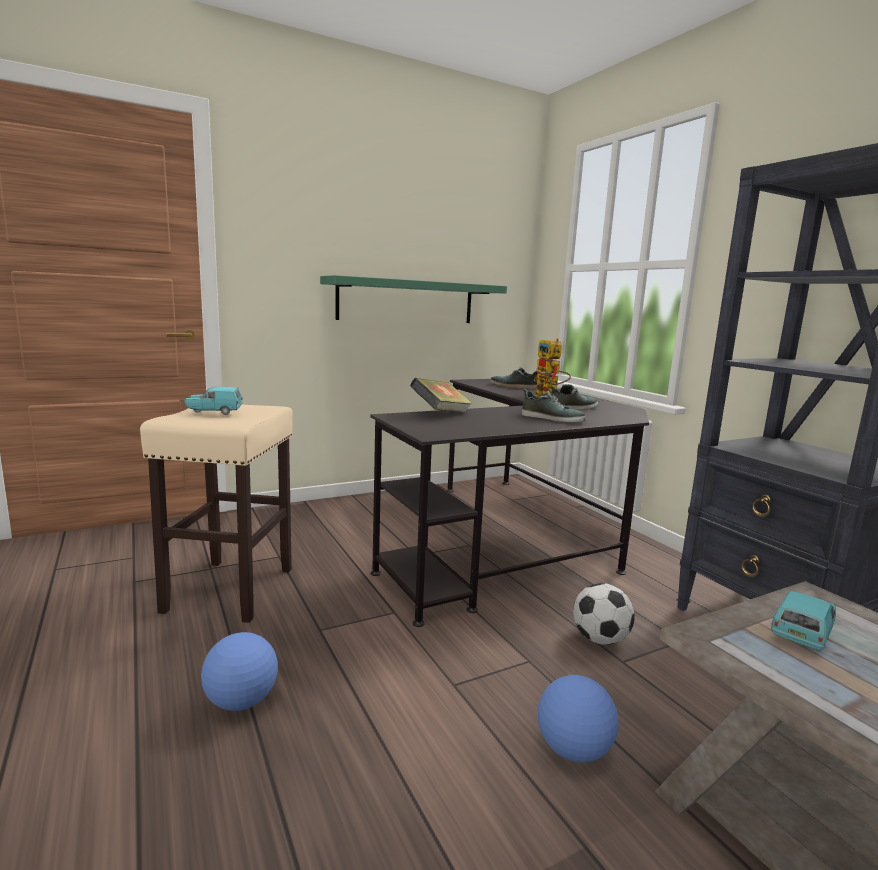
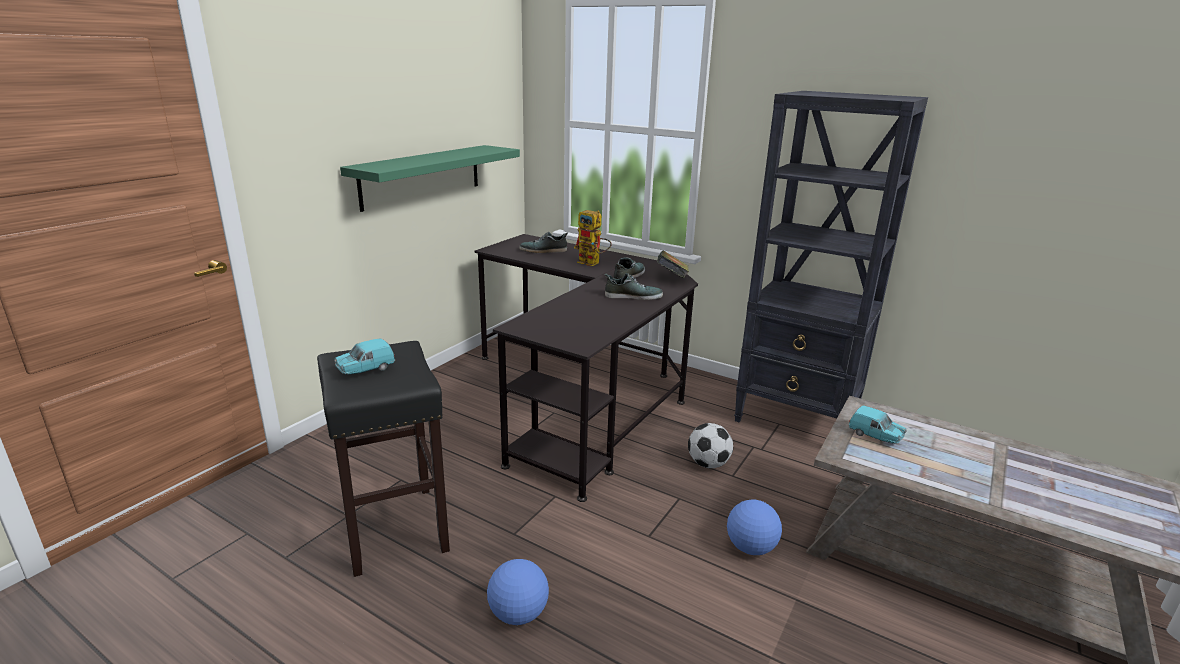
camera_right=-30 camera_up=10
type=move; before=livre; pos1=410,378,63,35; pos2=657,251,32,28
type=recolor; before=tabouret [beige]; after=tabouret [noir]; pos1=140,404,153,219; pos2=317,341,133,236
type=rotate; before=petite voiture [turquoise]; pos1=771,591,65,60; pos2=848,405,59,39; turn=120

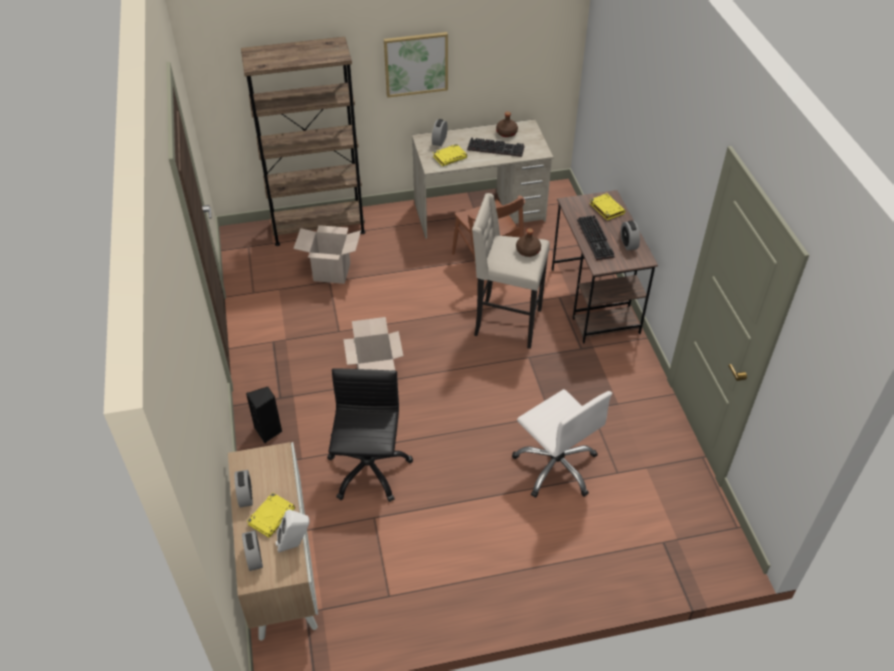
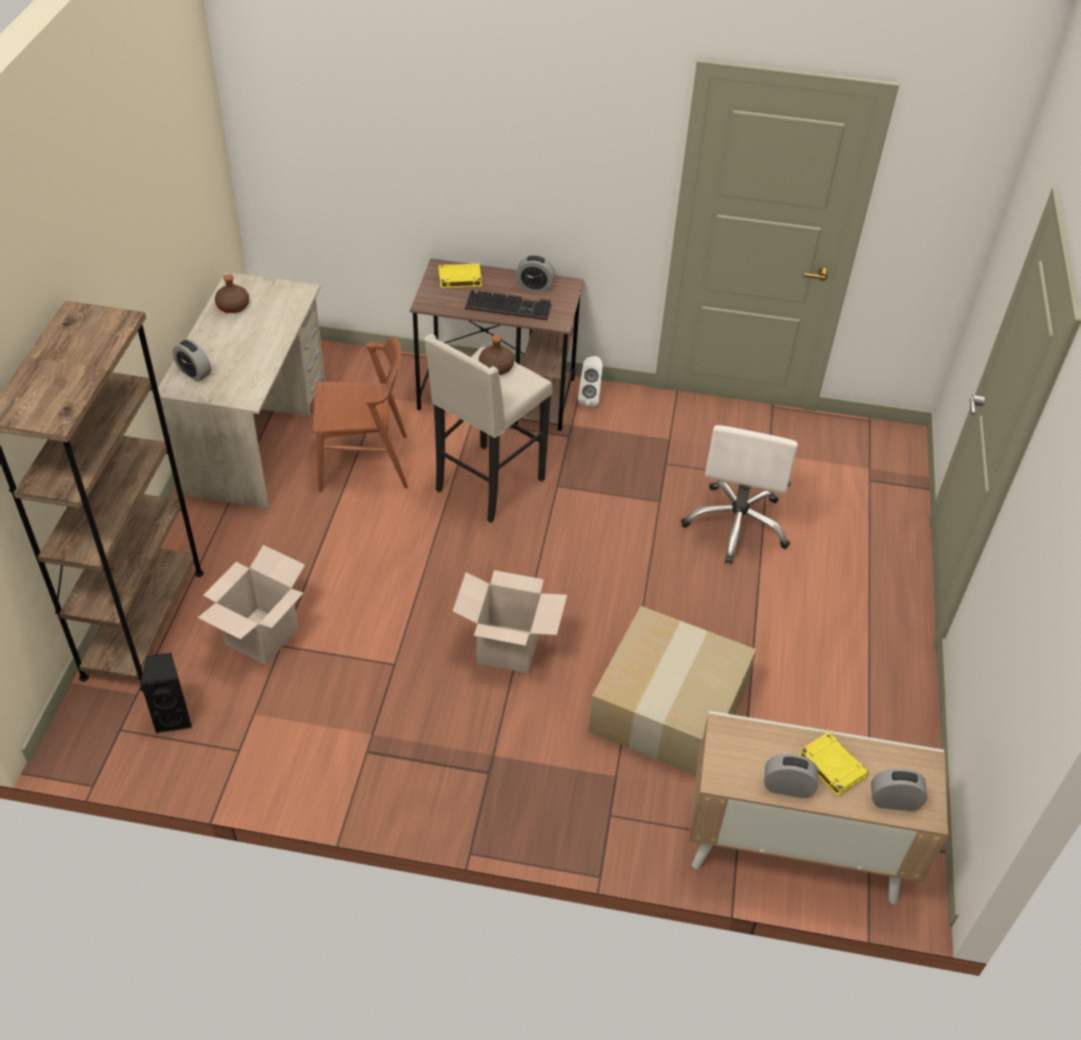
camera_right=-70 camera_up=0
type=delete; before=tableau; pos1=384,32,64,66
type=delete; before=clavier; pos1=467,137,58,20
type=delete; before=livre [jaune]; pos1=433,144,34,22
type=replace; before=chaise de bureau [noir]; after=carton; pos1=327,368,86,134; pos2=588,606,168,169
type=move; before=enceinte [noir]; pos1=246,387,36,56; pos2=140,653,52,80
type=rotate; before=chaise de bureau [blanc]; pos1=512,389,100,109; pos2=681,425,117,139; turn=120
type=move; before=enceinte [blanc]; pos1=276,509,34,44; pos2=578,356,25,51

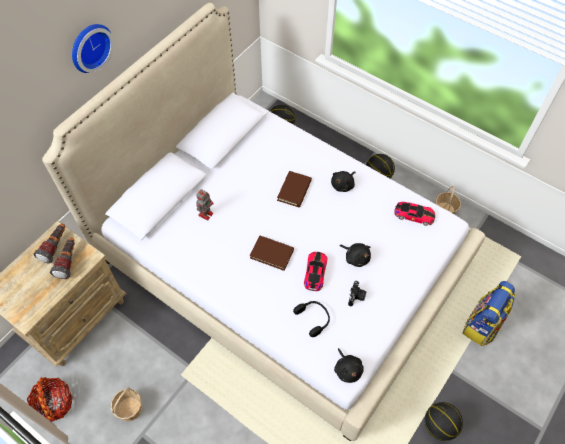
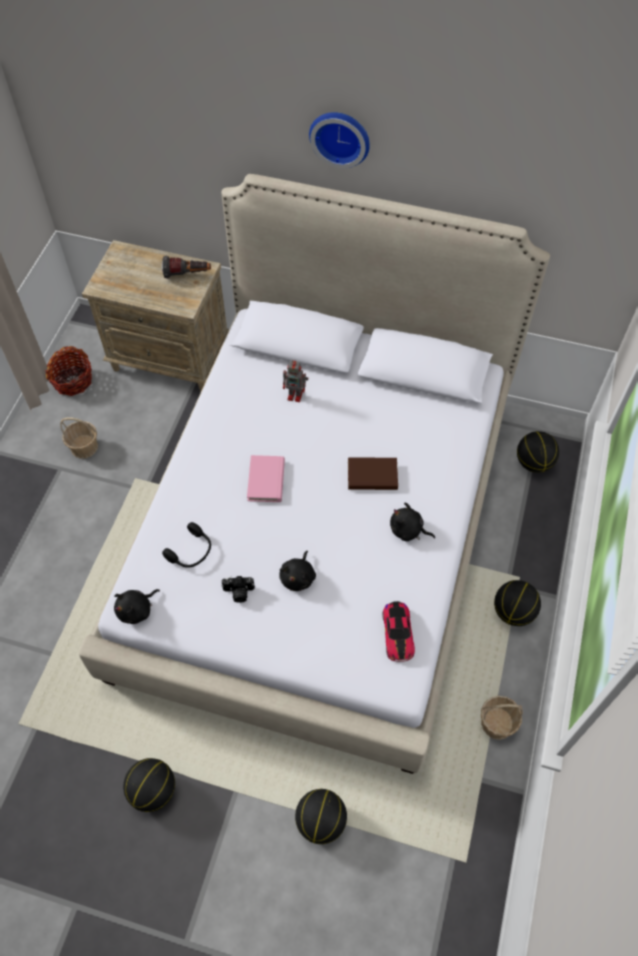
camera_right=70 camera_up=0
type=recolor; before=livre [marron]; after=livre [rose]; pos1=250,236,44,35; pos2=247,455,38,47
type=delete; before=lampe de poche; pos1=50,237,25,42
type=delete; before=petite voiture; pos1=304,252,24,39
type=replace; before=sac à dos; after=ballon de basket; pos1=463,281,52,65; pos2=295,789,52,55

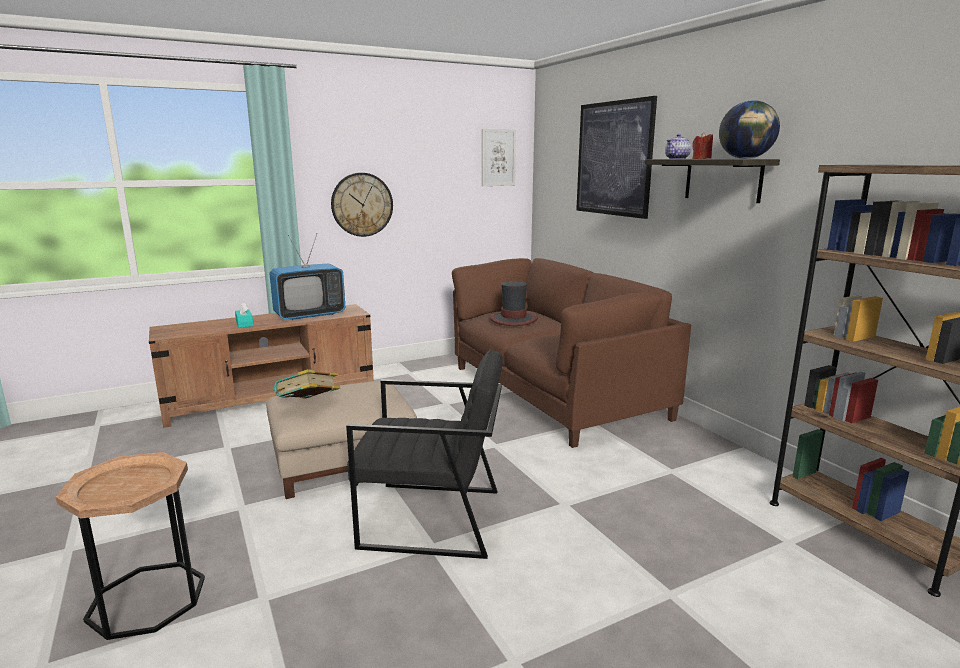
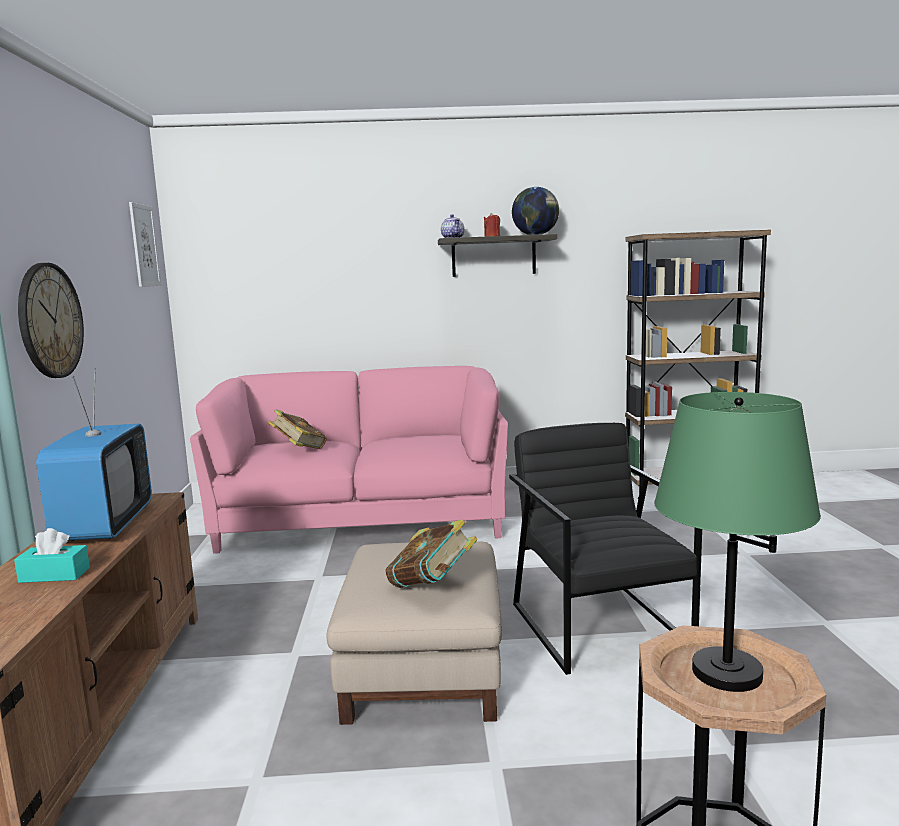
camera_right=-65 camera_up=-5
type=delete; before=tableau; pos1=576,96,81,123
type=recolor; before=canapé [marron]; after=canapé [rose]; pos1=452,258,239,190; pos2=190,366,318,188
type=replace; before=chapeau; after=livre; pos1=490,281,48,45; pos2=268,409,59,40
type=rotate; before=fauteuil [noir]; pos1=346,349,157,210; pos2=509,423,193,252; turn=-45
type=insert; after=lampe de table [vert]; pos2=654,392,167,300

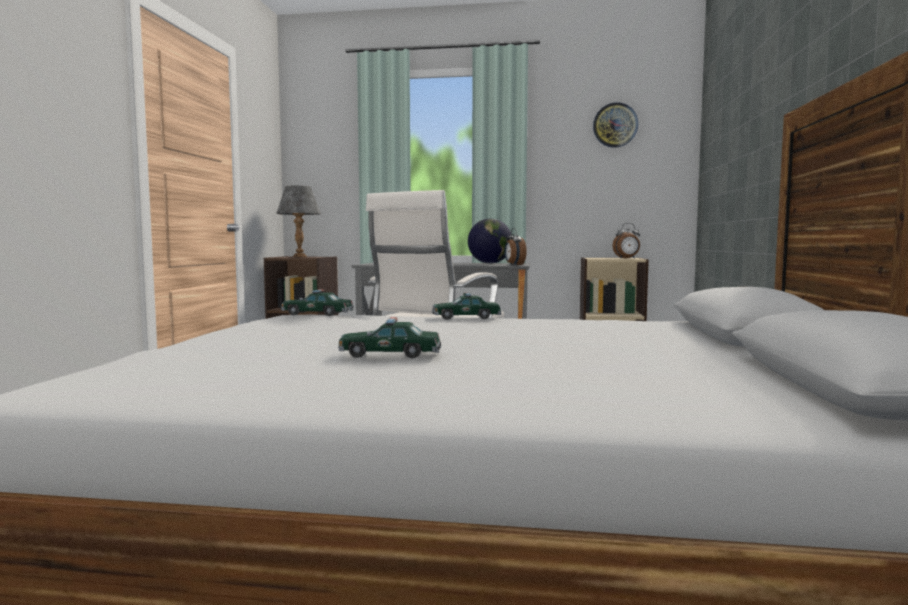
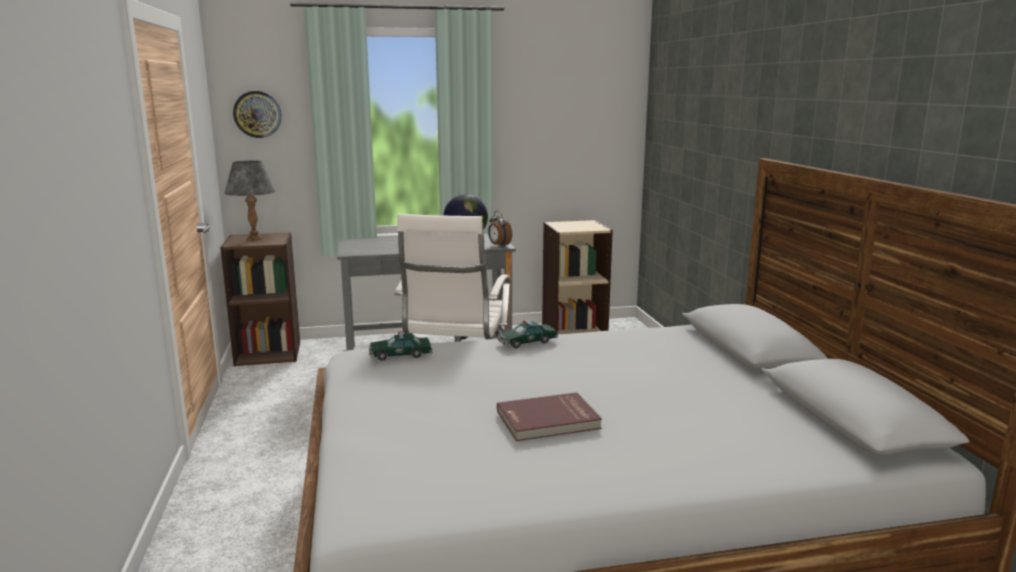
camera_right=-20 camera_up=10
type=move; before=horloge murale; pos1=593,102,45,46; pos2=233,91,49,47
type=delete; before=réveil; pos1=612,223,28,36
type=replace; before=petite voiture; after=livre [rouge]; pos1=338,317,103,41; pos2=497,392,105,49

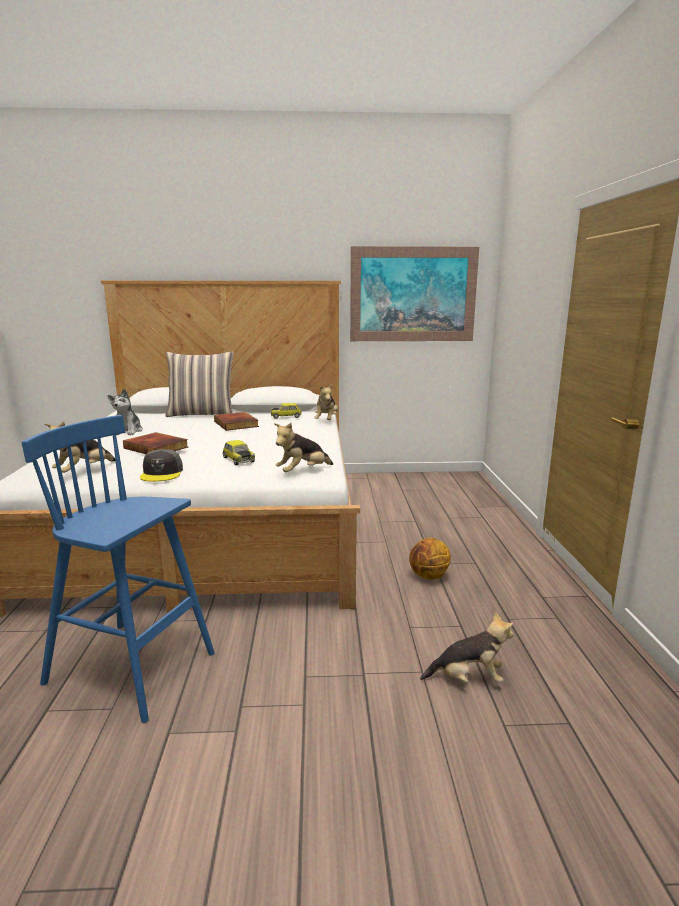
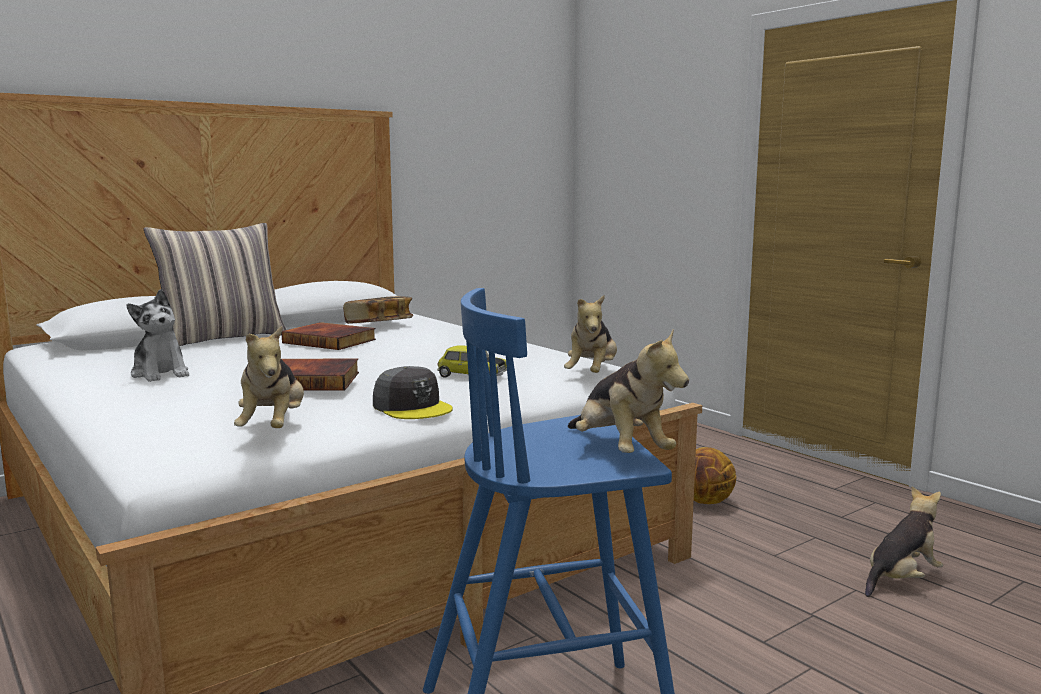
camera_right=-35 camera_up=-5
type=delete; before=tableau; pos1=350,246,129,95
type=move; before=peluche; pos1=314,384,24,36; pos2=568,329,121,124
type=replace; before=petite voiture; after=livre; pos1=270,403,32,16; pos2=343,296,70,28

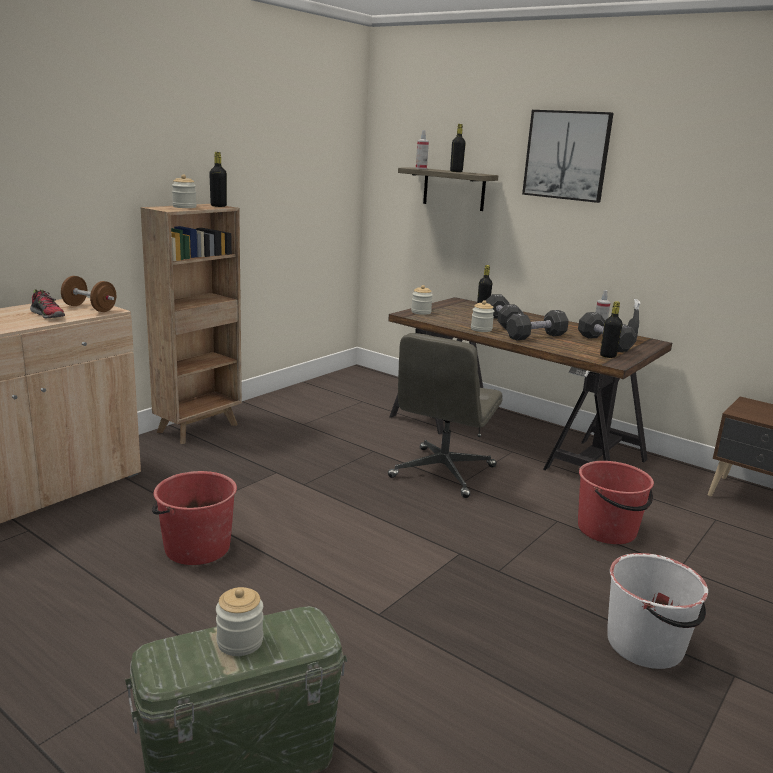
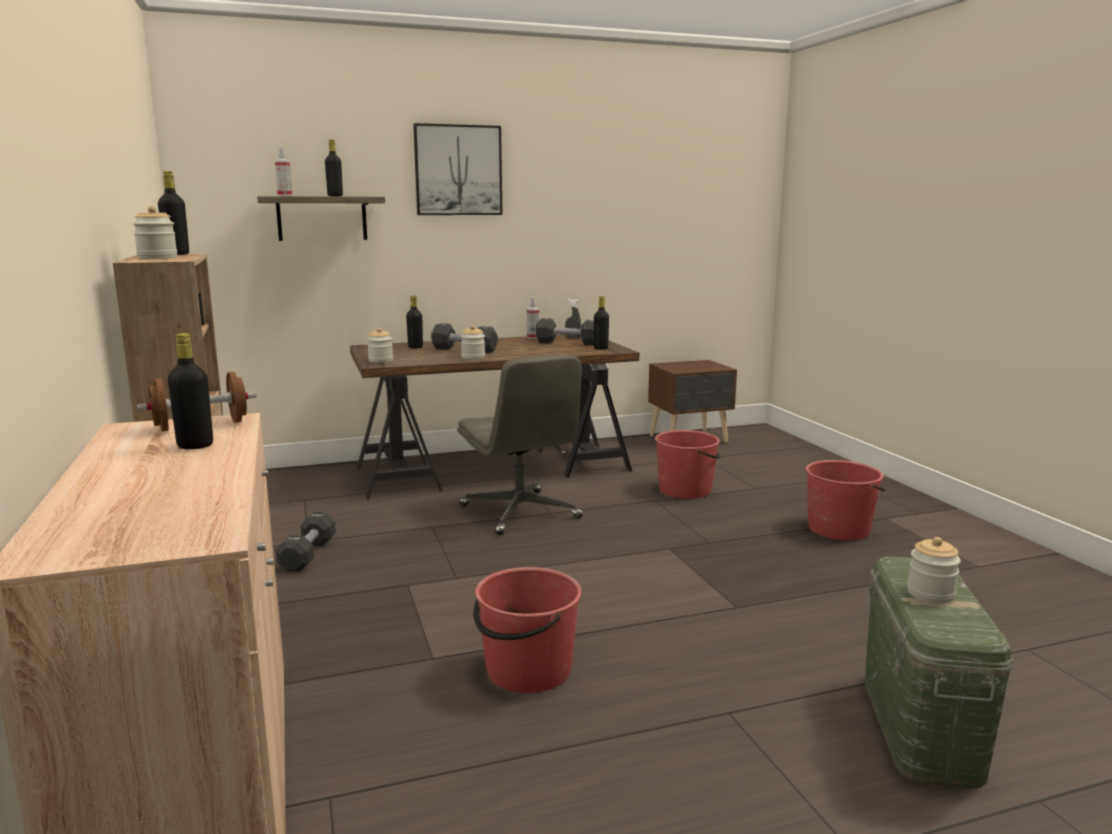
camera_right=-55 camera_up=-5
type=replace; before=chaussure; after=bouteille [noir]; pos1=30,289,35,30; pos2=168,333,45,116
type=move; before=haltère [noir]; pos1=506,310,63,30; pos2=276,512,60,60
type=recolor; before=seau [blanc]; after=seau [rouge]; pos1=607,553,101,116; pos2=805,460,80,80

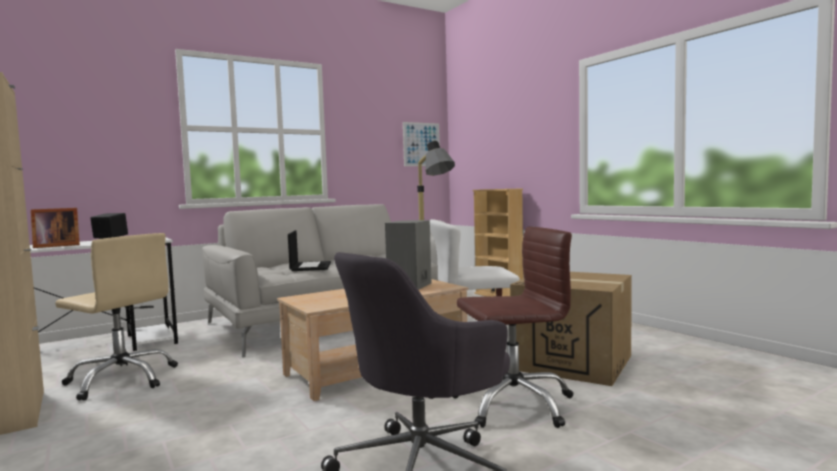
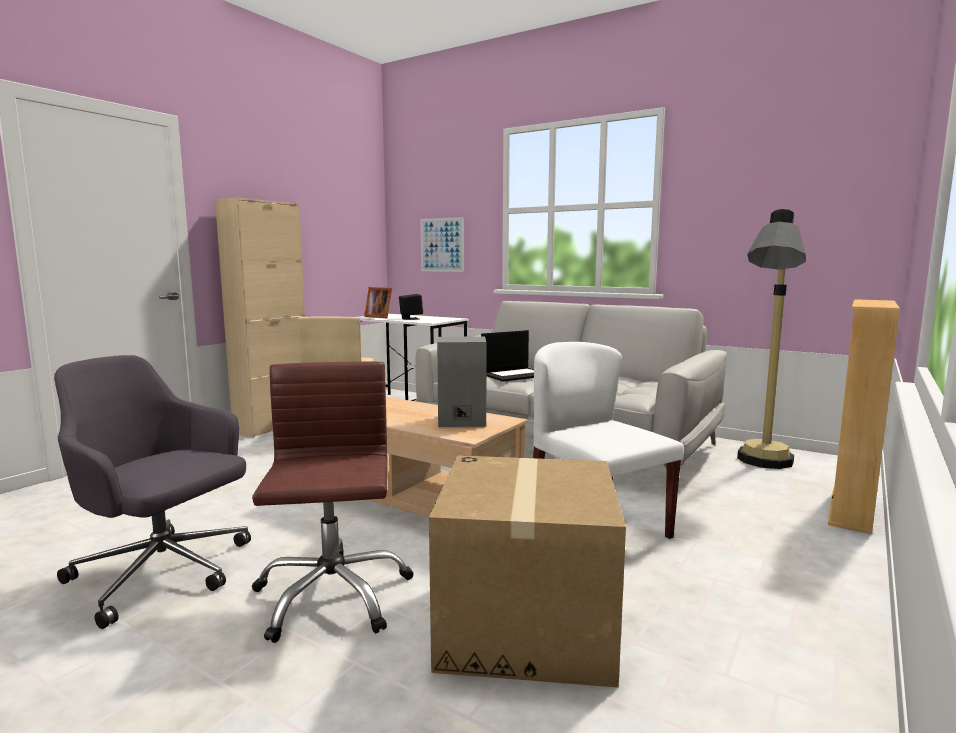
camera_right=65 camera_up=5
type=move; before=tableau; pos1=403,122,37,44; pos2=421,217,43,55
type=rotate; before=chaise de bureau [marron]; pos1=453,227,121,201; pos2=252,362,162,281; turn=-150

